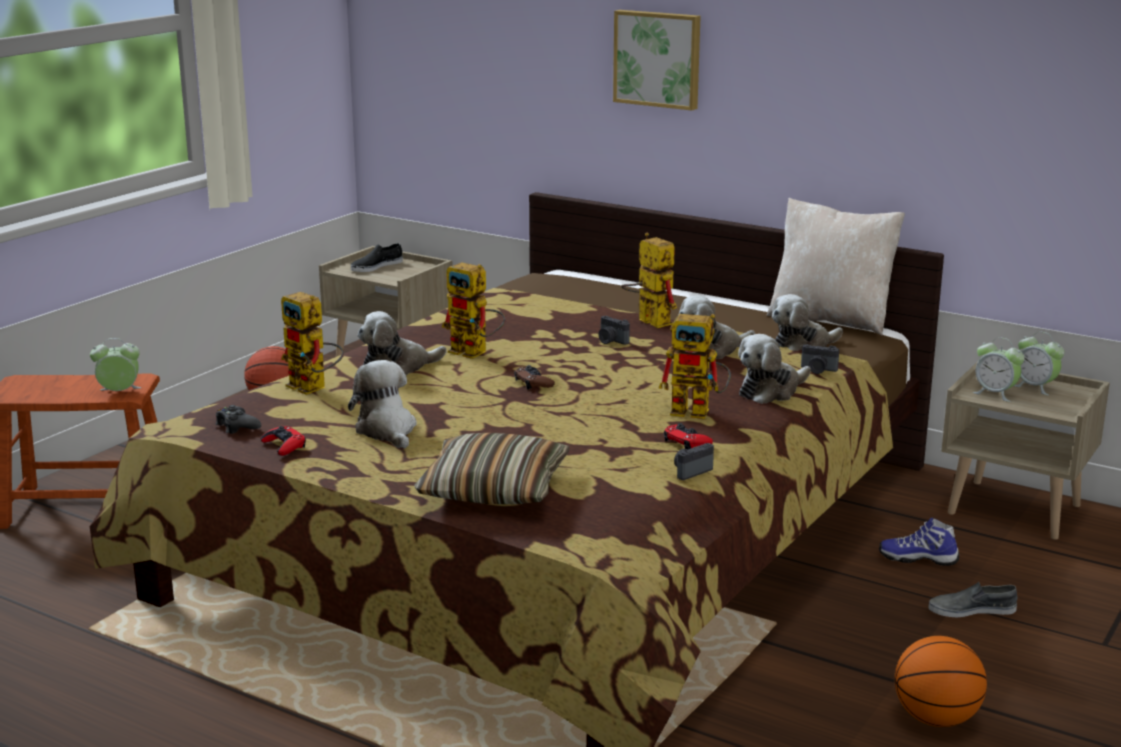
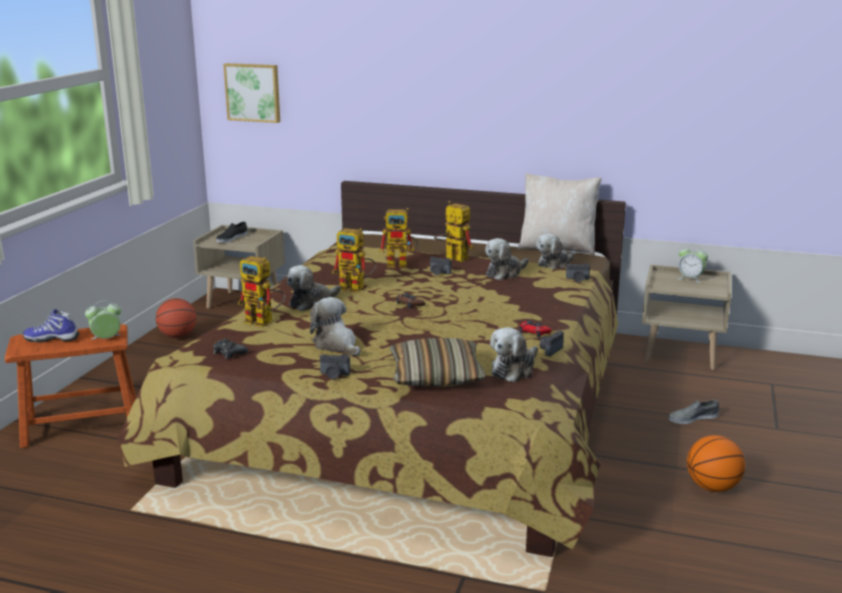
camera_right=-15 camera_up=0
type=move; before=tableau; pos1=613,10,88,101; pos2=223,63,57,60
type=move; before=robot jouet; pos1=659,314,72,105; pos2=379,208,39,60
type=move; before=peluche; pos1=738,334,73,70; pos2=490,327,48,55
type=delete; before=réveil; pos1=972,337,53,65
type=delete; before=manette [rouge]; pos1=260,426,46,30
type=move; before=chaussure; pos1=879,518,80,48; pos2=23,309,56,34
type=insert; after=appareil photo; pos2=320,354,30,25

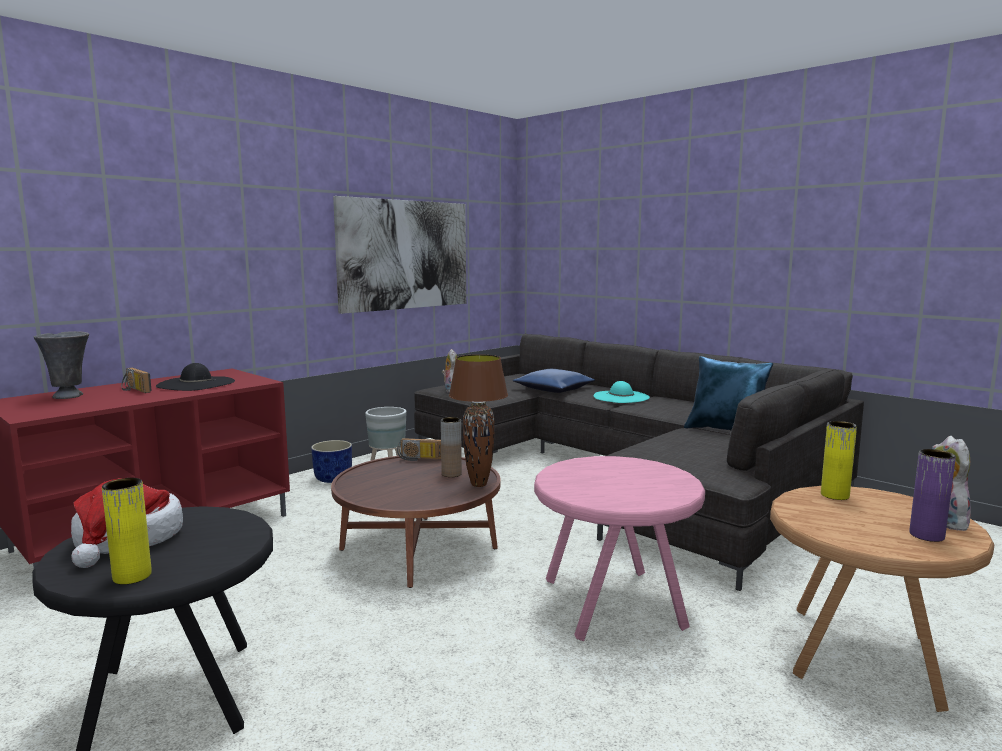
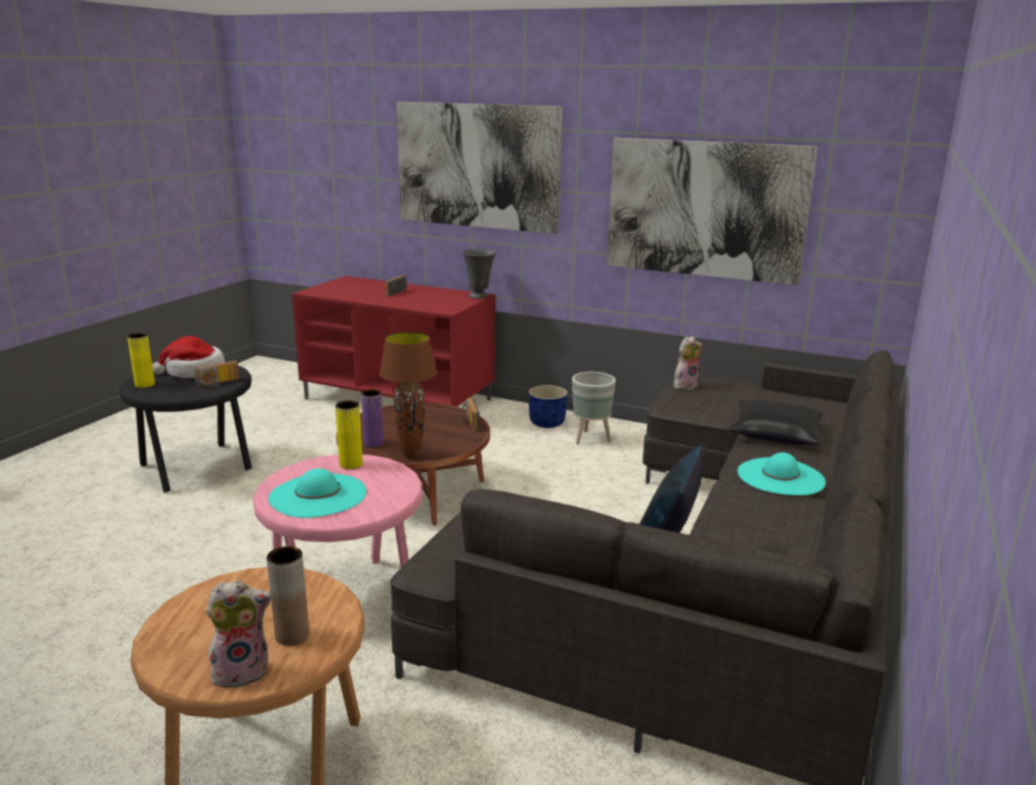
camera_right=70 camera_up=10
type=move; before=vase [gris]; pos1=34,331,55,68; pos2=462,249,34,50
type=delete; before=chapeau [noir]; pos1=156,363,79,28
type=recolor; before=coussin [bleu]; after=coussin [noir]; pos1=513,369,82,24; pos2=728,399,95,46
type=move; before=vase [marron]; pos1=441,417,21,60; pos2=267,546,42,100
type=move; before=vase [jaune]; pos1=821,421,36,79; pos2=335,400,28,69
type=move; before=vase [violet]; pos1=909,449,47,93; pos2=361,389,23,59
type=insert; after=tableau; pos2=396,102,166,132
type=insert; after=radio; pos2=194,361,46,26
type=insert; after=chapeau [turquoise]; pos2=268,468,98,50

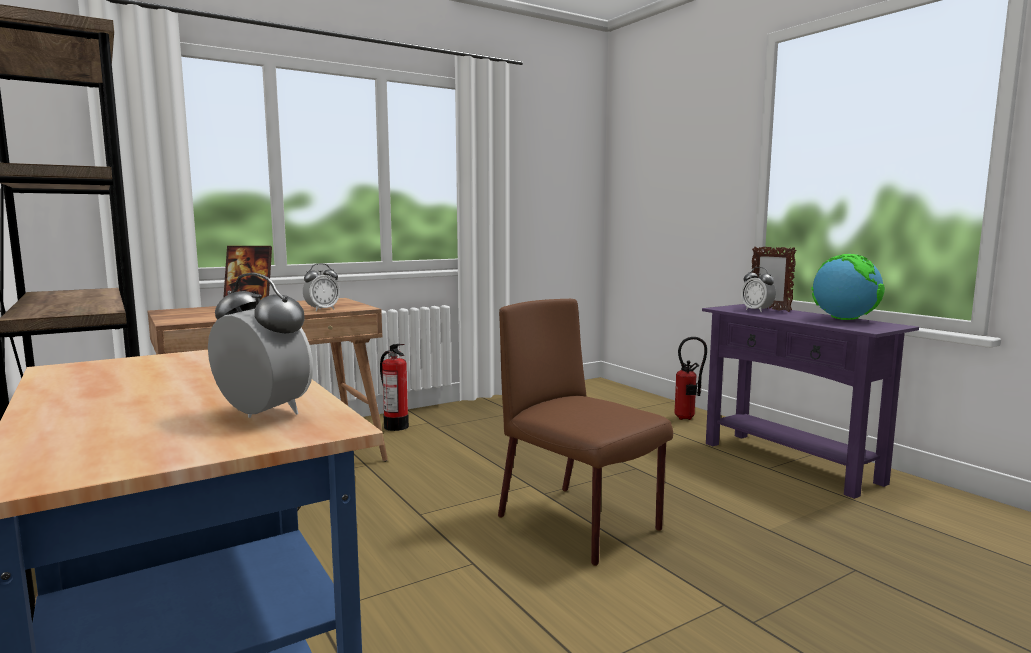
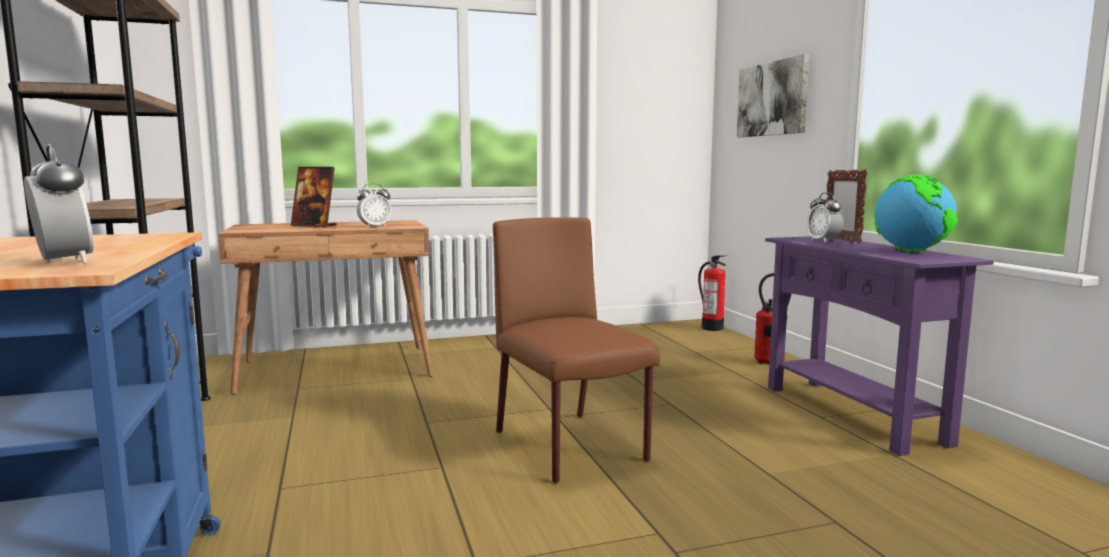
camera_right=15 camera_up=0
type=move; before=extincteur; pos1=380,344,29,87; pos2=698,255,29,76
type=insert; after=tableau; pos2=737,54,72,83

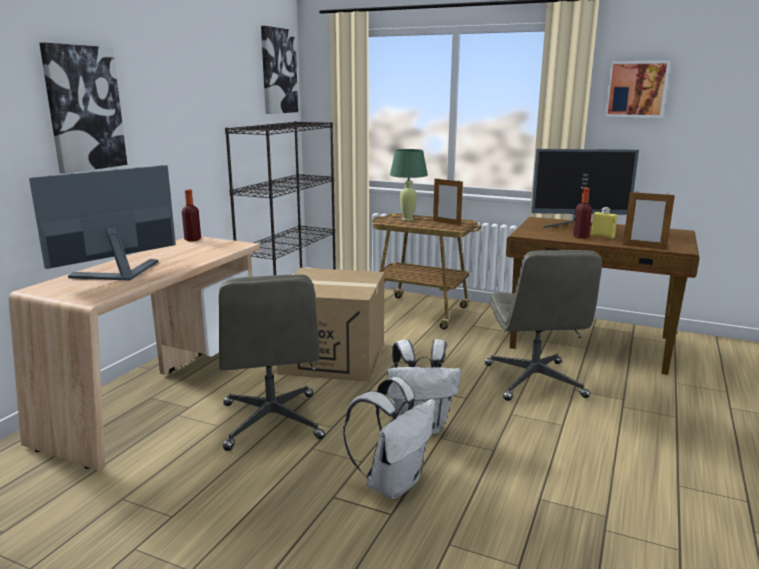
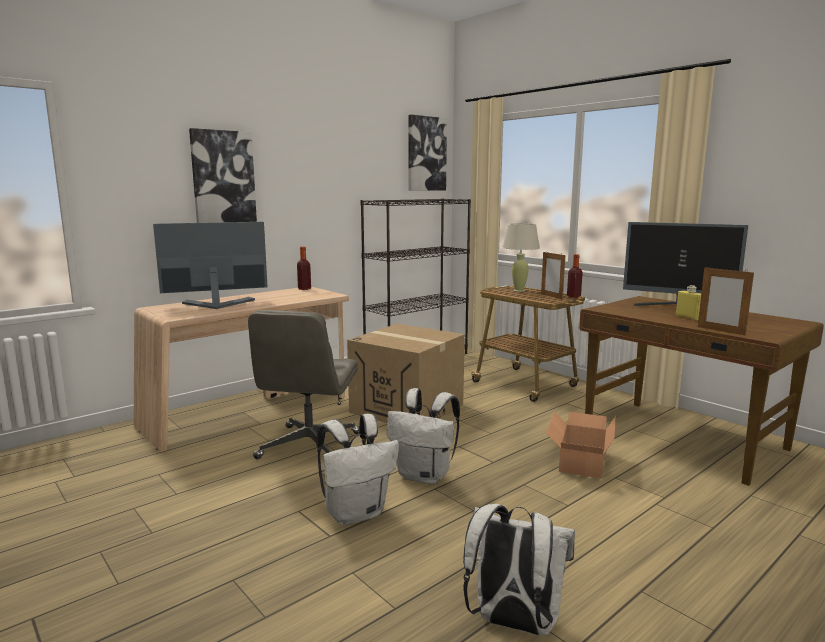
camera_right=25 camera_up=-5
type=delete; before=tableau; pos1=605,61,65,57
type=recolor; before=lampe de table [vert]; after=lampe de table [beige]; pos1=390,149,38,71; pos2=502,223,38,69
type=move; before=bouteille; pos1=573,188,19,51; pos2=567,254,16,44
type=replace; before=chaise de bureau [gris]; after=carton; pos1=485,250,117,151; pos2=547,411,69,68
type=insert; after=sac à dos [blanc]; pos2=463,504,112,131

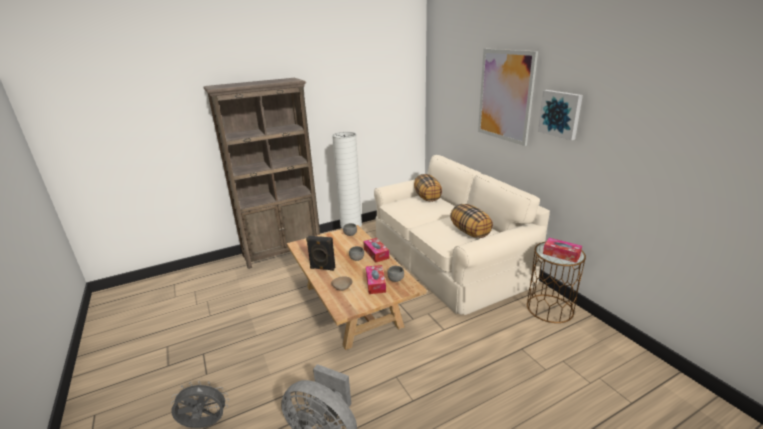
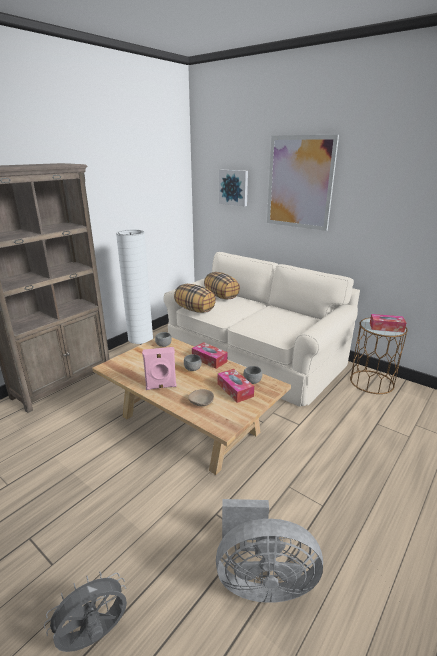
camera_right=-25 camera_up=0
type=move; before=tableau; pos1=538,90,45,50; pos2=219,170,29,36
type=move; before=coussin; pos1=450,204,43,34; pos2=174,284,42,29
type=recolor; before=enceinte [noir]; after=enceinte [rose]; pos1=306,236,29,35; pos2=142,347,35,43

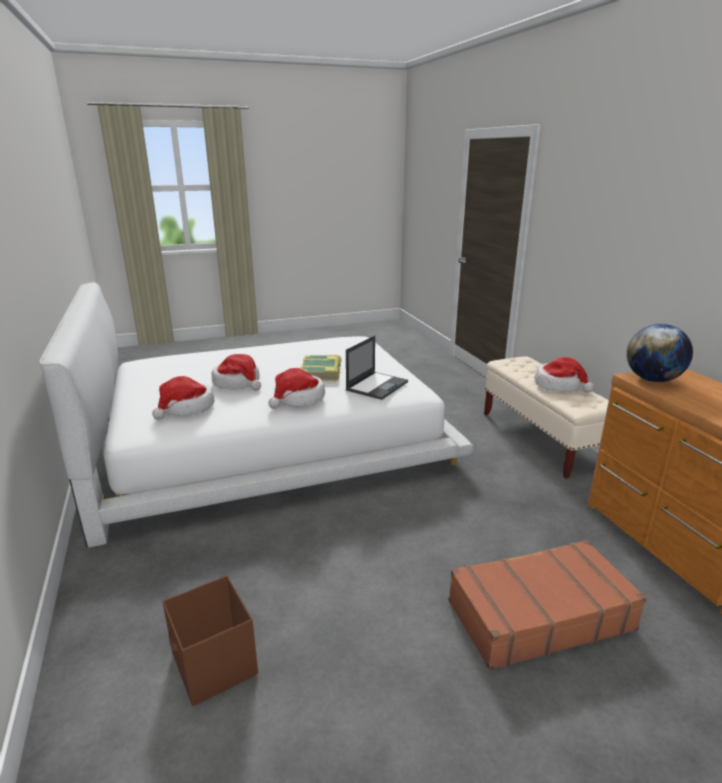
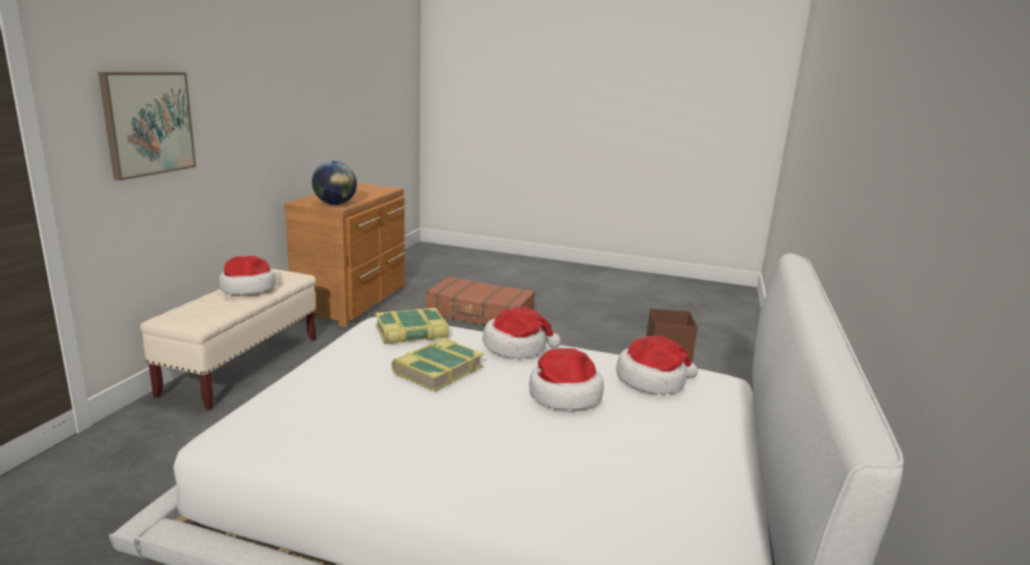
camera_right=-145 camera_up=-5
type=replace; before=ordinateur portable; after=livre; pos1=346,336,62,64; pos2=375,308,74,36
type=insert; after=tableau; pos2=98,72,98,109

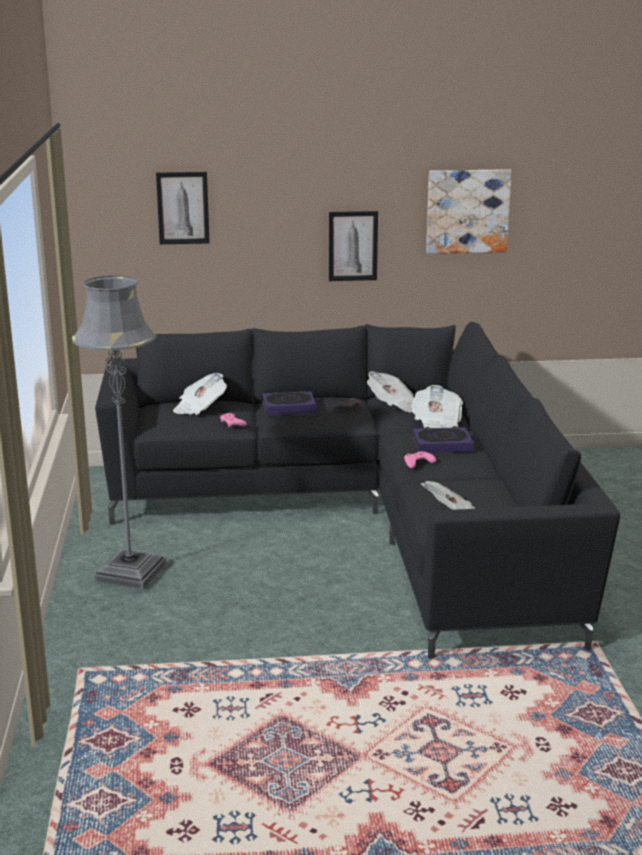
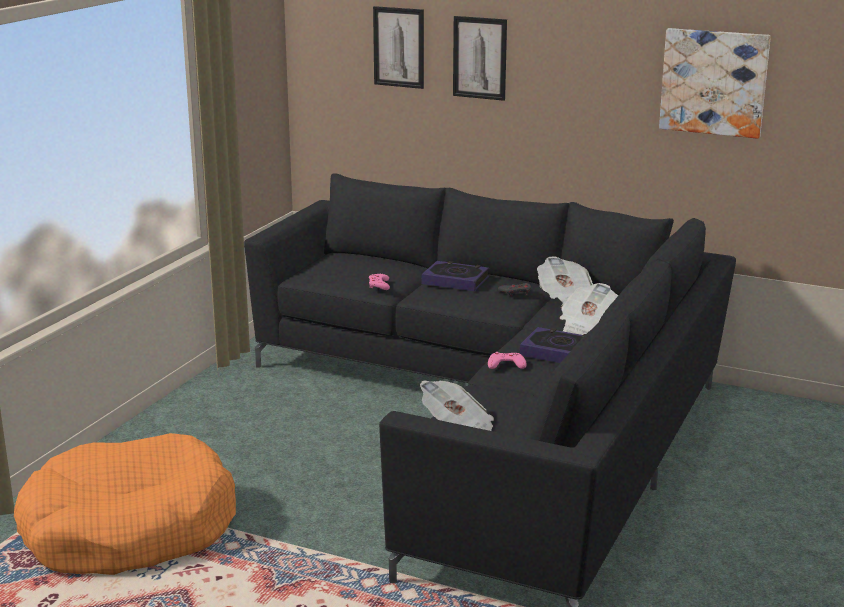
camera_right=30 camera_up=0
type=move; before=tableau; pos1=329,211,49,70; pos2=453,16,54,85
type=delete; before=lampadaire [gris]; pos1=72,276,95,314
type=delete; before=journal; pos1=173,373,54,42
type=insert; after=panier pour chien [orange]; pos2=14,433,222,142

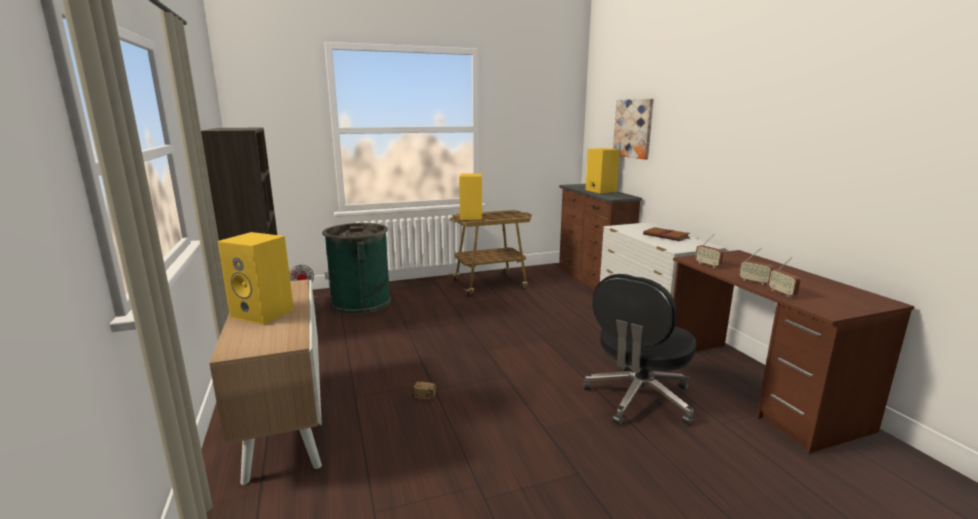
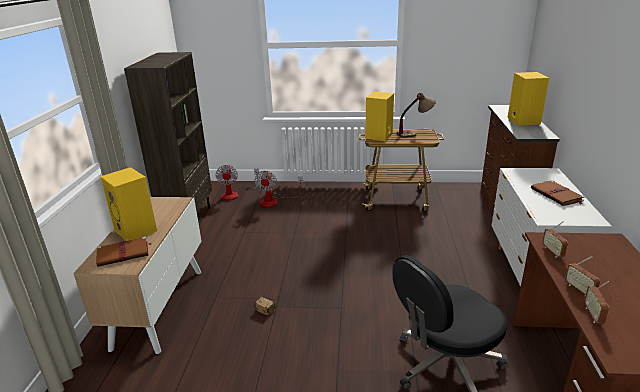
camera_right=25 camera_up=10
type=delete; before=tableau; pos1=613,99,41,61
type=replace; before=poubelle [vert]; after=ventilateur; pos1=322,223,69,91; pos2=255,171,48,36
type=insert; after=lampe de table; pos2=397,93,39,45
type=insert; after=livre [marron]; pos2=96,237,56,30

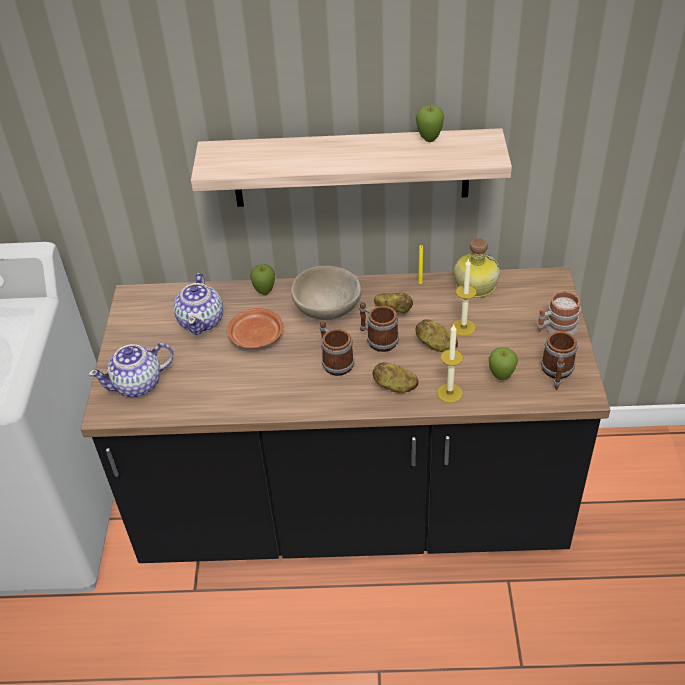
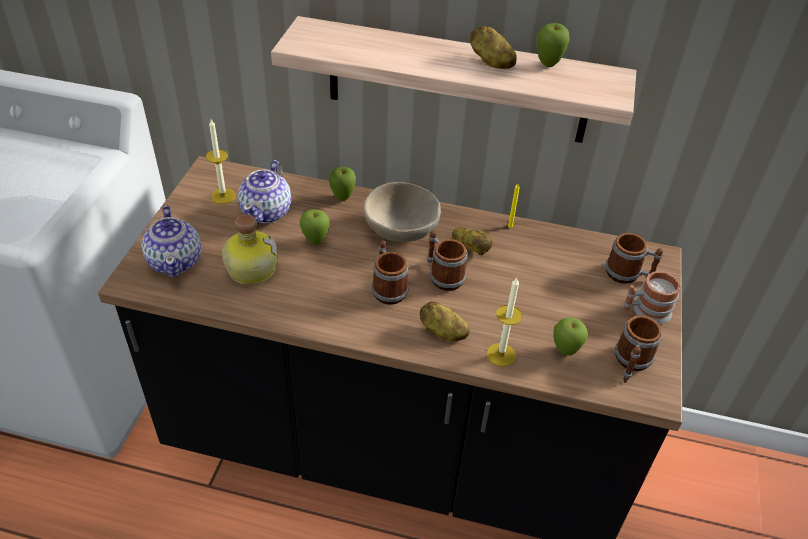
camera_right=10 camera_up=0
type=move; before=bouteille; pos1=454,238,46,60; pos2=222,214,56,71
type=move; before=bougie; pos1=452,258,25,78; pos2=206,119,30,85
type=replace; before=assiette [marron]; after=pomme; pos1=227,308,56,41; pos2=300,209,30,36
type=move; before=pomme de terre; pos1=416,319,42,33; pos2=470,26,47,43
type=rotate; before=théière; pos1=88,343,86,54; pos2=142,206,59,71; turn=-90
type=insert; after=mug; pos2=606,233,57,51

